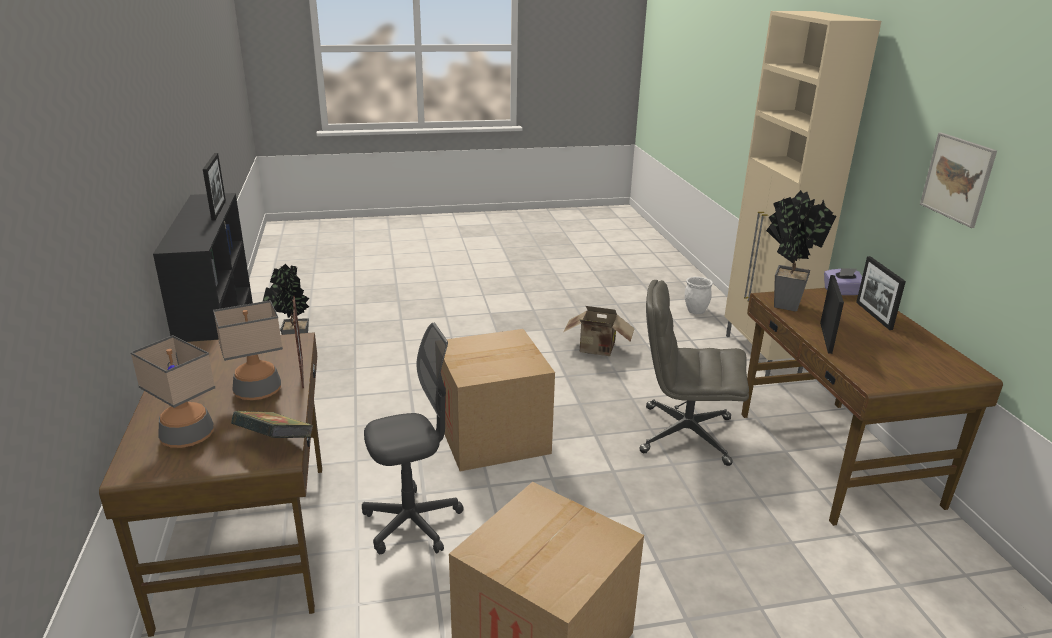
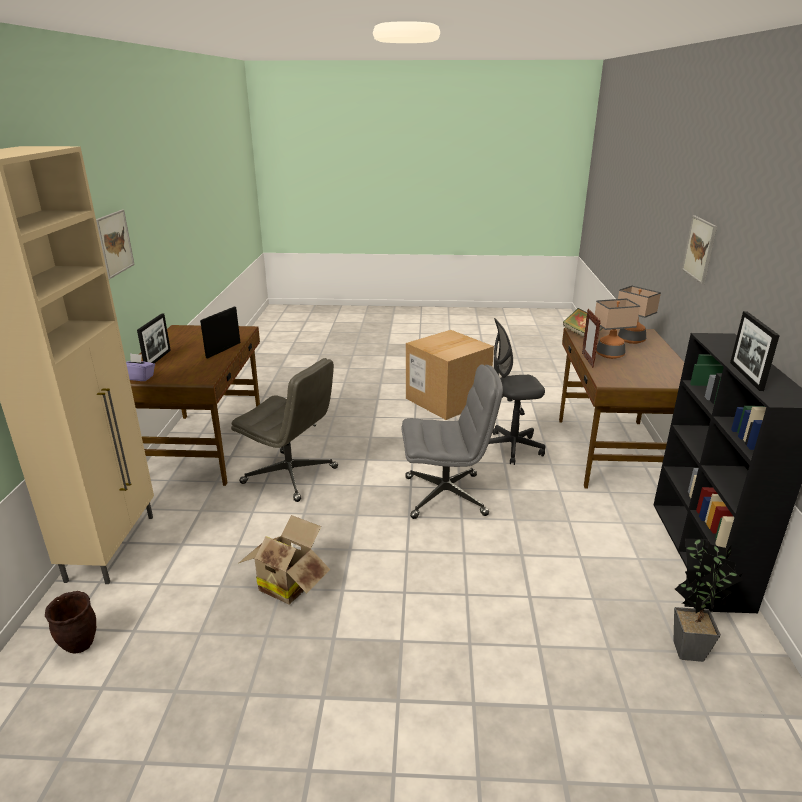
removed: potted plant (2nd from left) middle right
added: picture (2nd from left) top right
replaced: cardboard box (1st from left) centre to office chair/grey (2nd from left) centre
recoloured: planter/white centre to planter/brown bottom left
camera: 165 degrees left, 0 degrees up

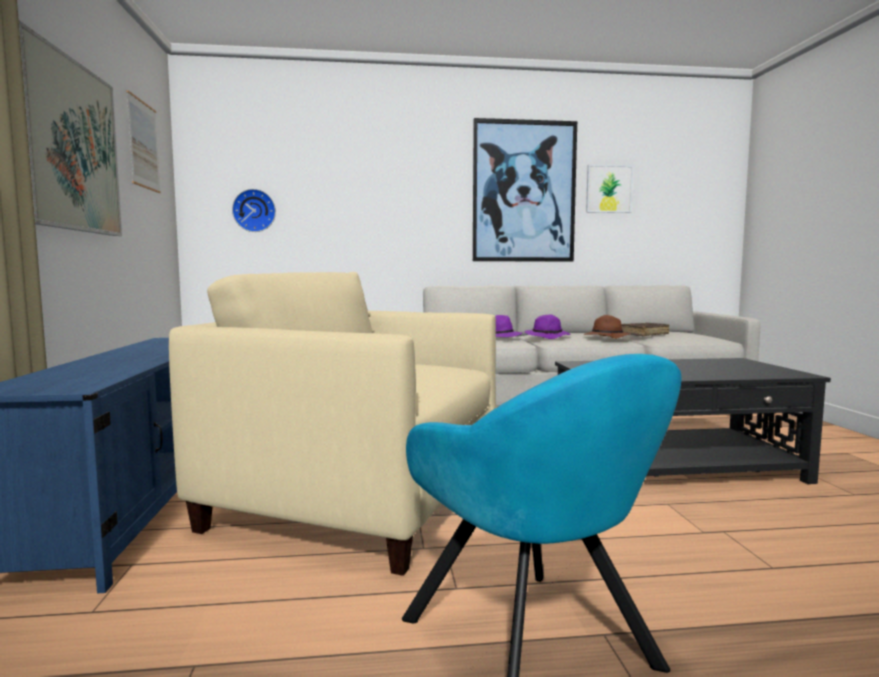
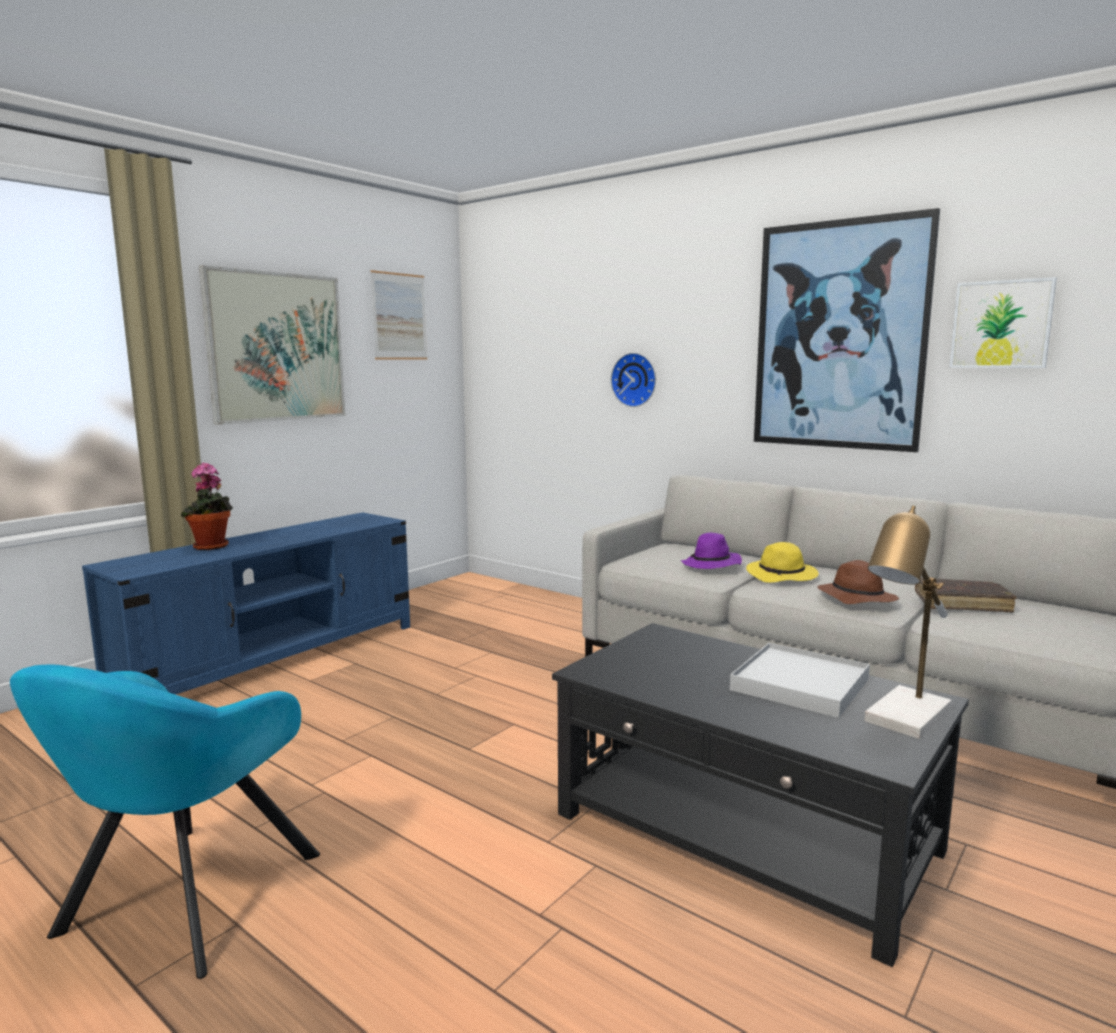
removed: armchair/beige centre
added: potted plant middle left; tray/white middle right; table lamp middle right
moved: wall clock top left to centre
recoloured: hat/purple (2nd from left) centre to hat/yellow middle right
camera: 45 degrees right, 5 degrees up

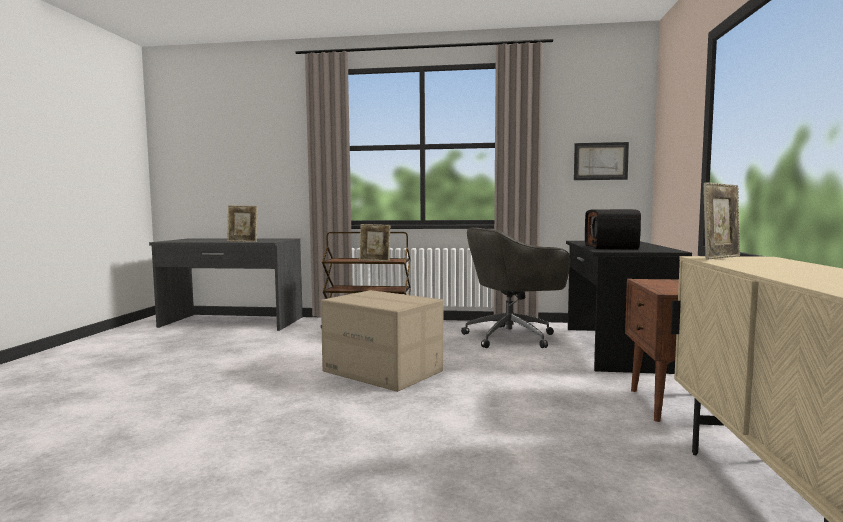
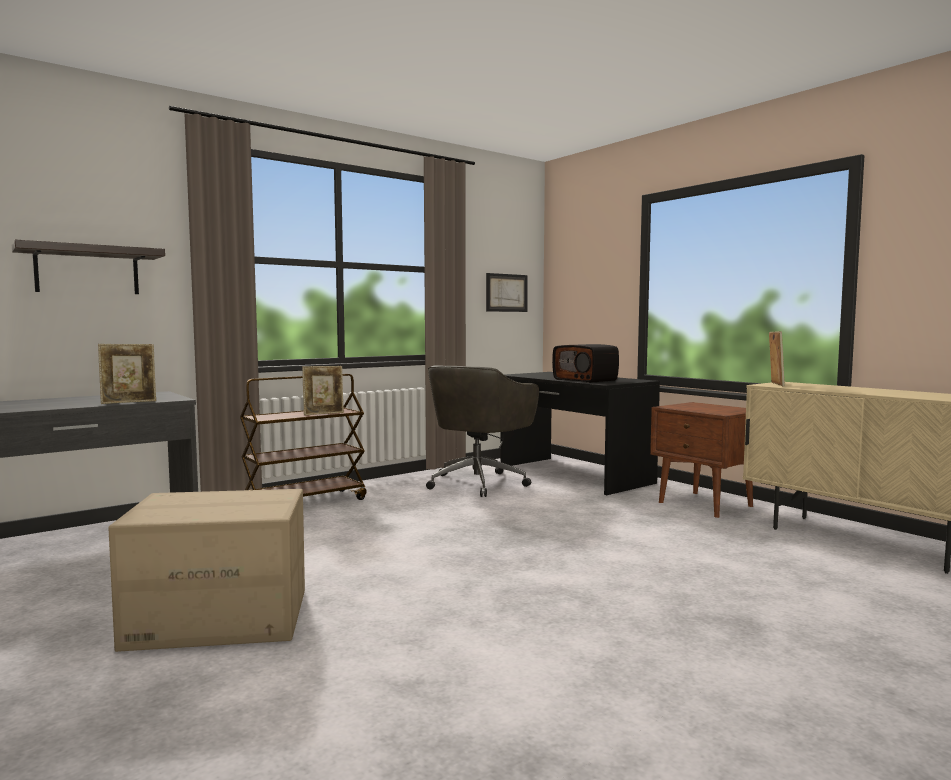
added: shelf middle left
moved: cardboard box centre to bottom left
camera: 45 degrees left, 0 degrees up

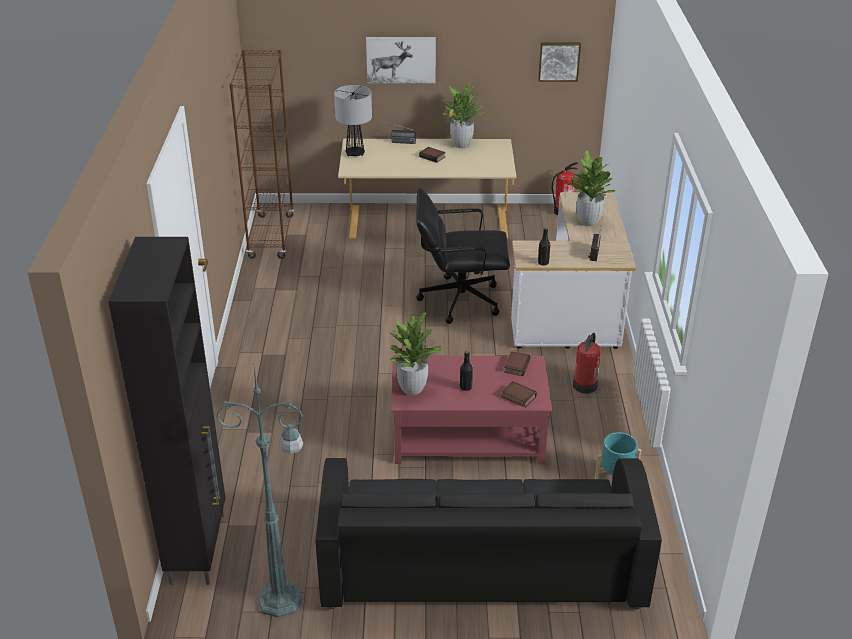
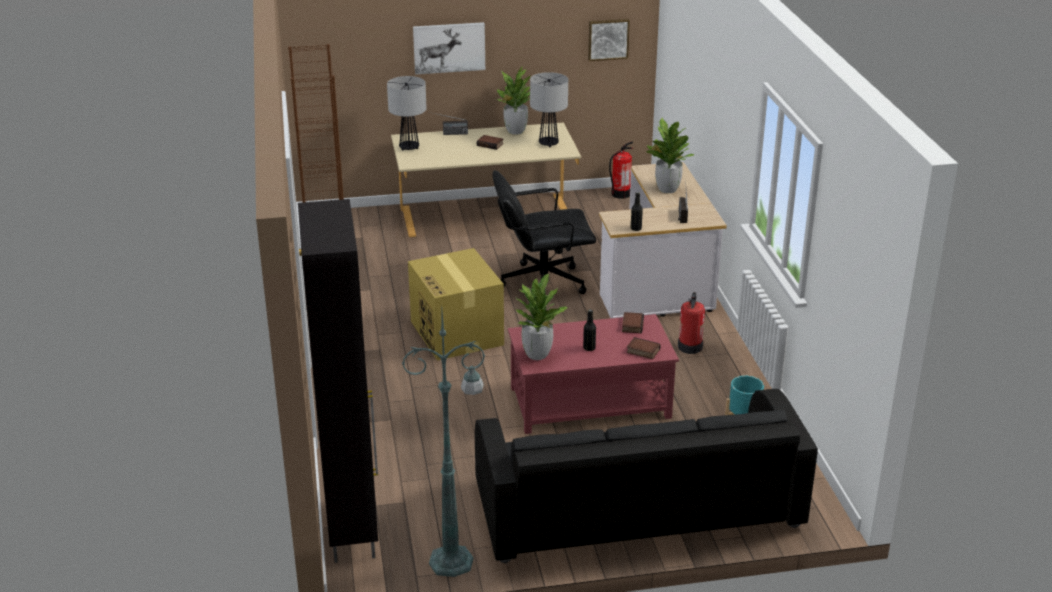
added: cardboard box centre; table lamp (2nd from left) top centre
camera: 10 degrees left, 5 degrees down

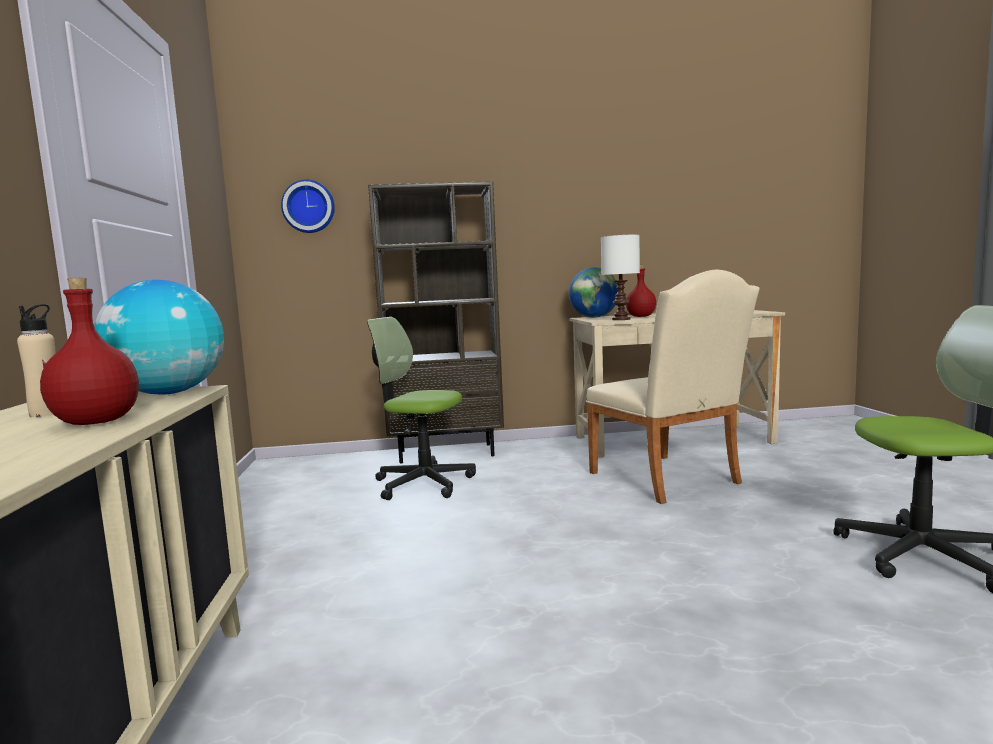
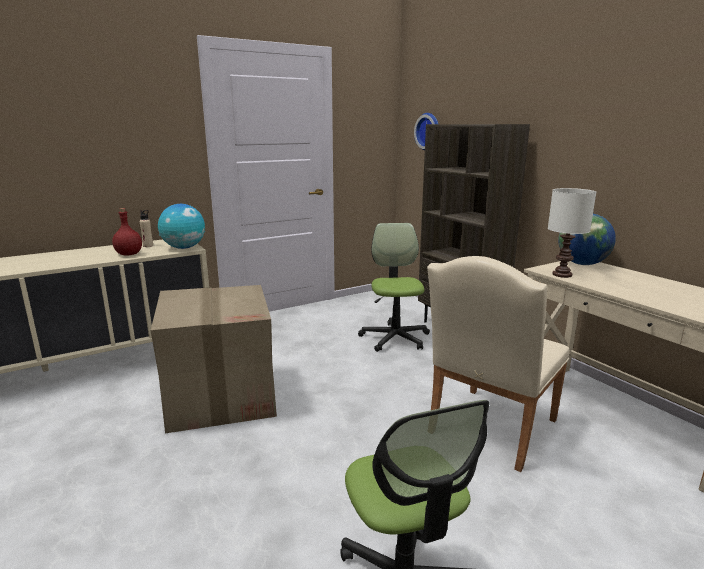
removed: bottle/red (2nd from left) centre
added: cardboard box middle left
camera: 65 degrees right, 10 degrees up

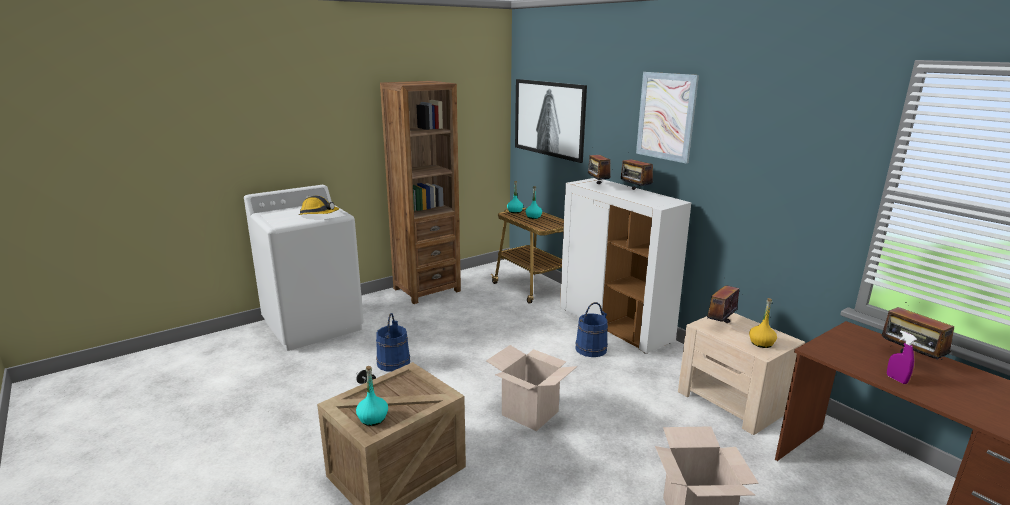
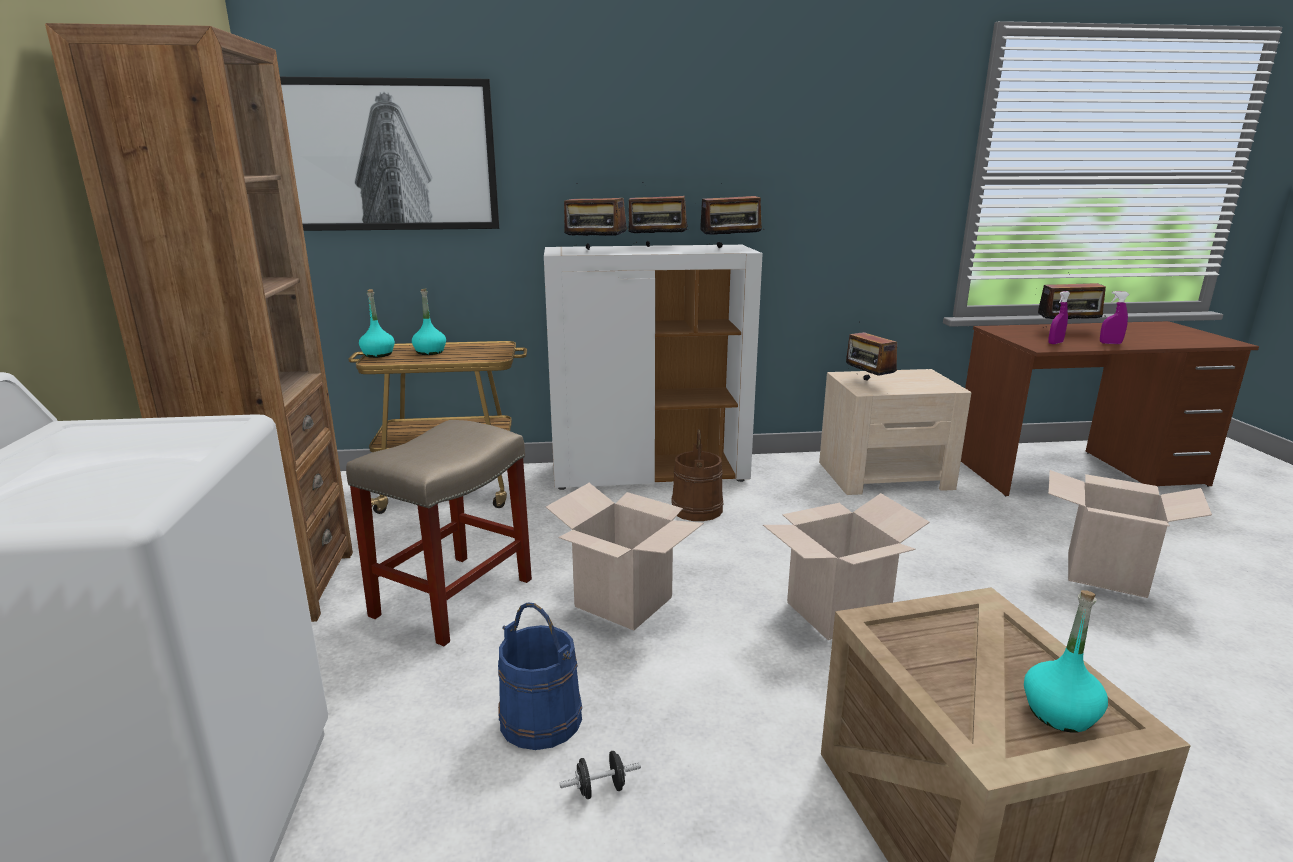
removed: hard hat middle left; picture (2nd from left) top centre; bottle/yellow middle right
added: stool/beige centre; cardboard box (1st from left) centre; radio (3rd from left) top centre; spray bottle/purple (1st from left) middle right
recoloured: bucket/blue (2nd from left) centre to bucket/brown centre
camera: 60 degrees left, 0 degrees up

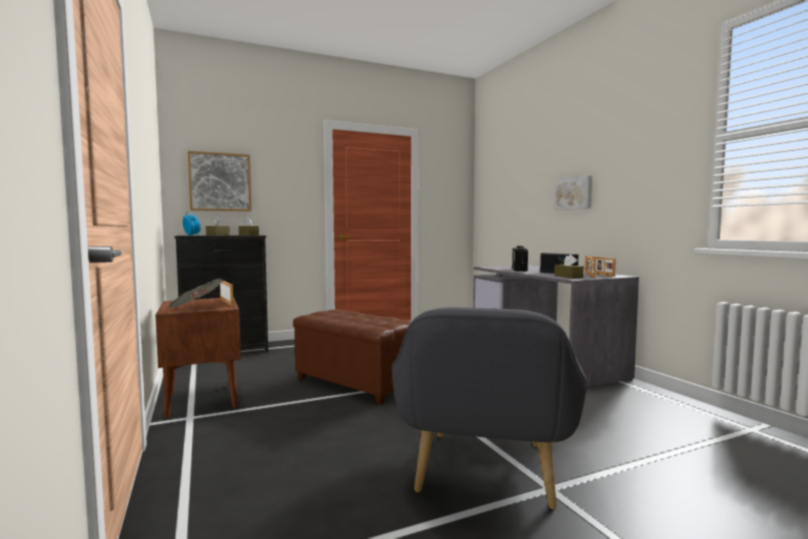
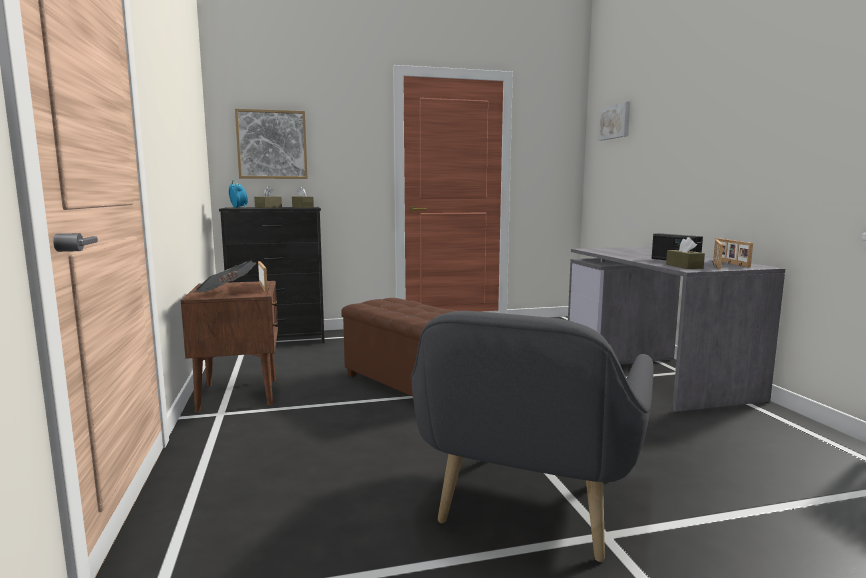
removed: radio (1st from left) centre
moved: picture (2nd from left) middle right to top right
camera: 10 degrees right, 5 degrees up

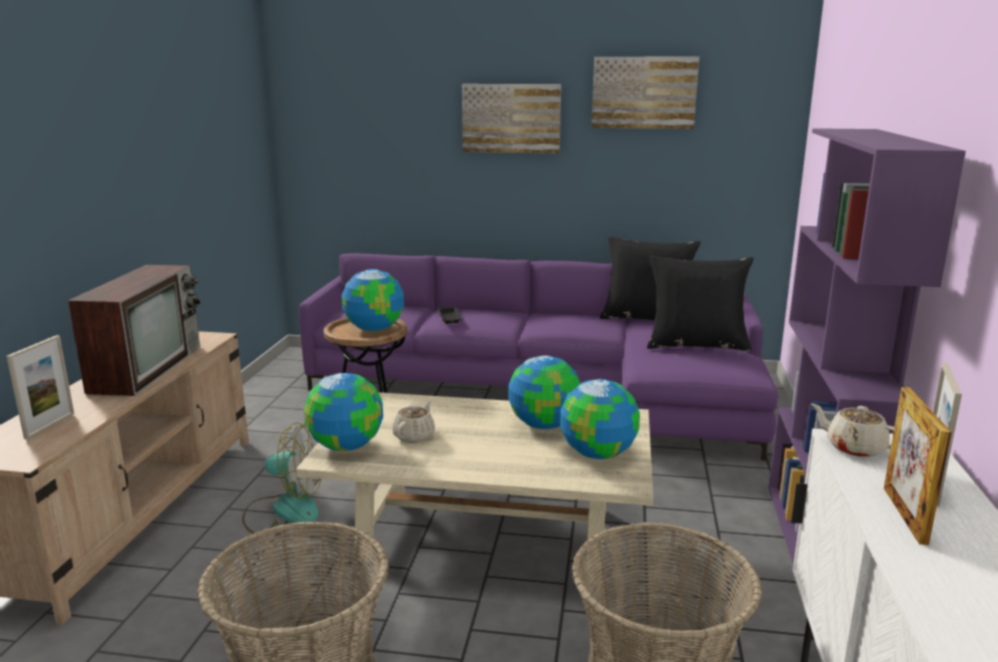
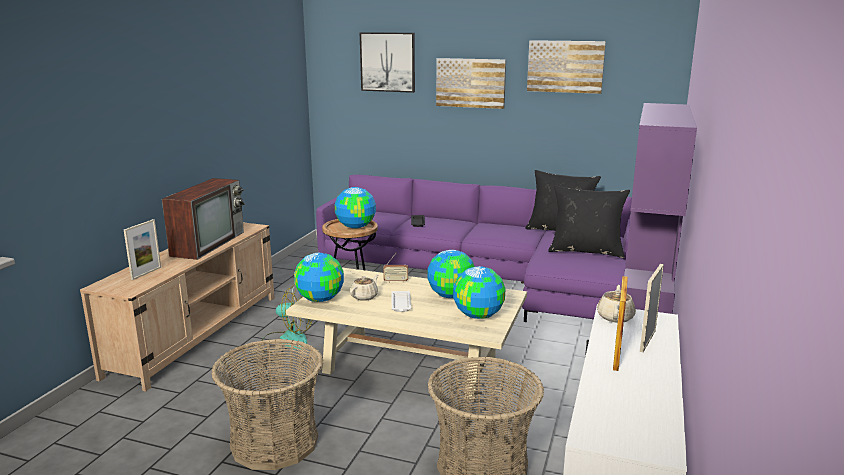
added: picture (1st from left) top centre; radio centre; tray/white centre
turned: teapot/beige (2nd from left) middle right = middle right 60 degrees clockwise
camera: 10 degrees right, 0 degrees up

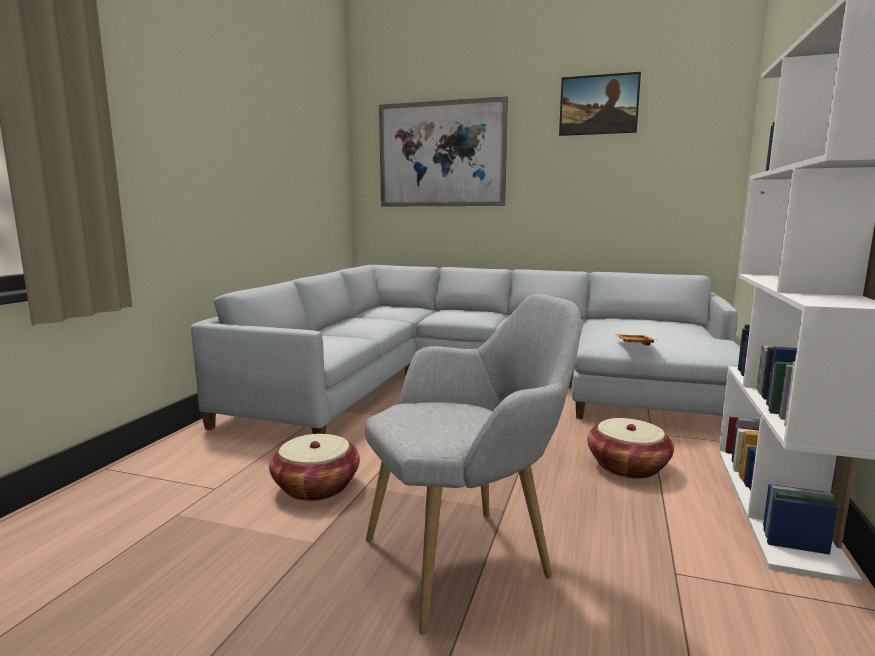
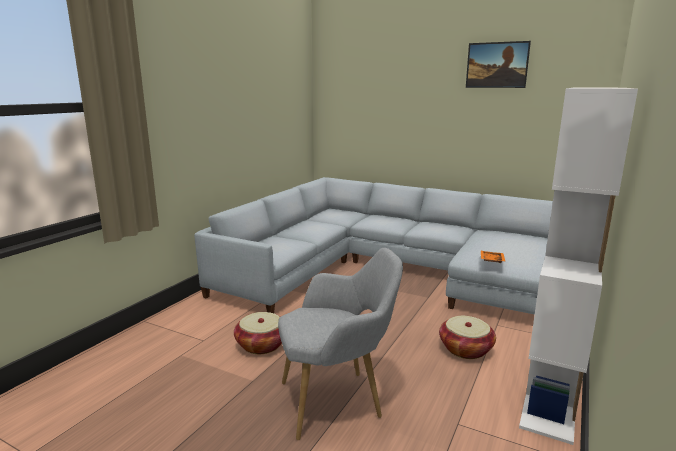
removed: picture (1st from left) top centre
camera: 10 degrees right, 5 degrees up

